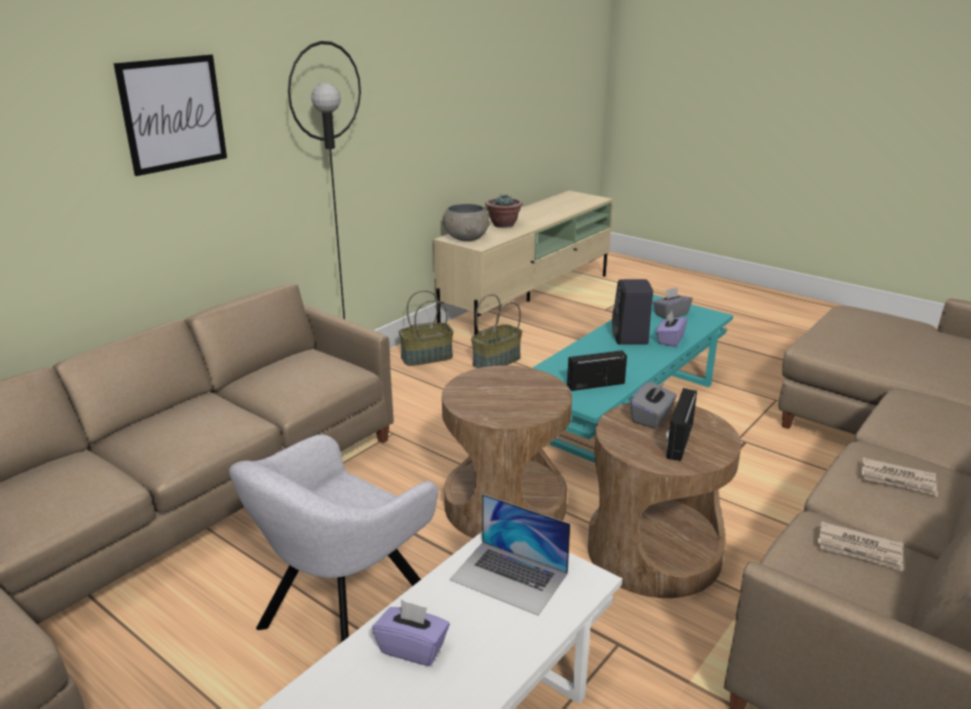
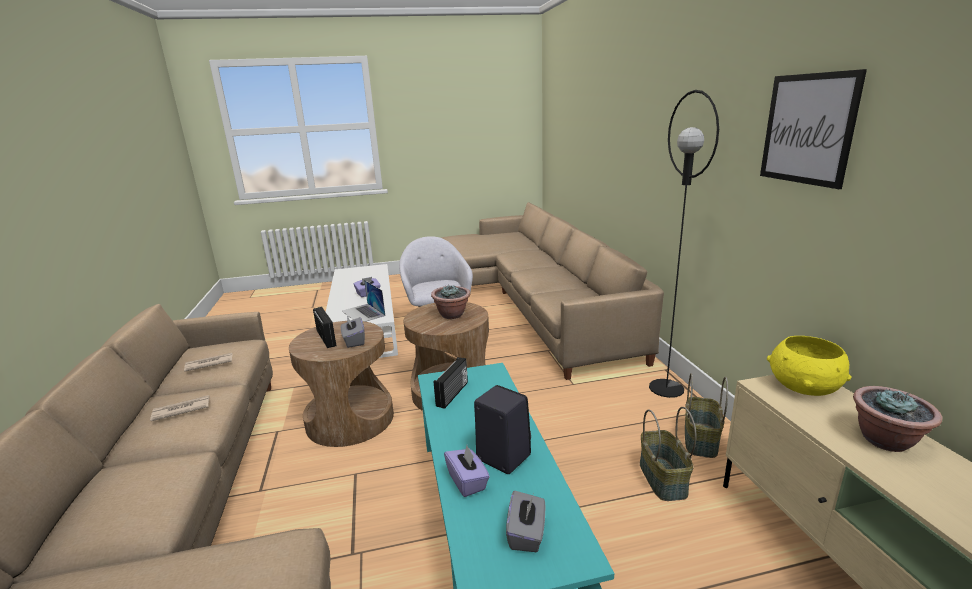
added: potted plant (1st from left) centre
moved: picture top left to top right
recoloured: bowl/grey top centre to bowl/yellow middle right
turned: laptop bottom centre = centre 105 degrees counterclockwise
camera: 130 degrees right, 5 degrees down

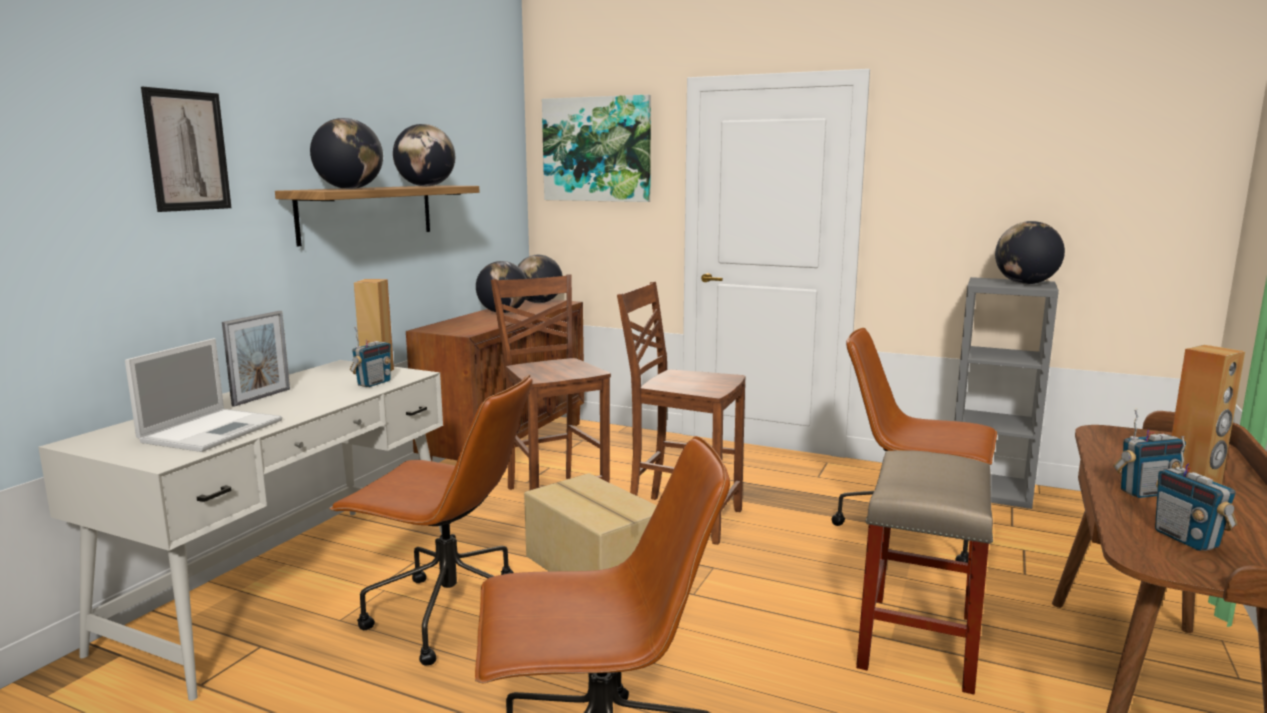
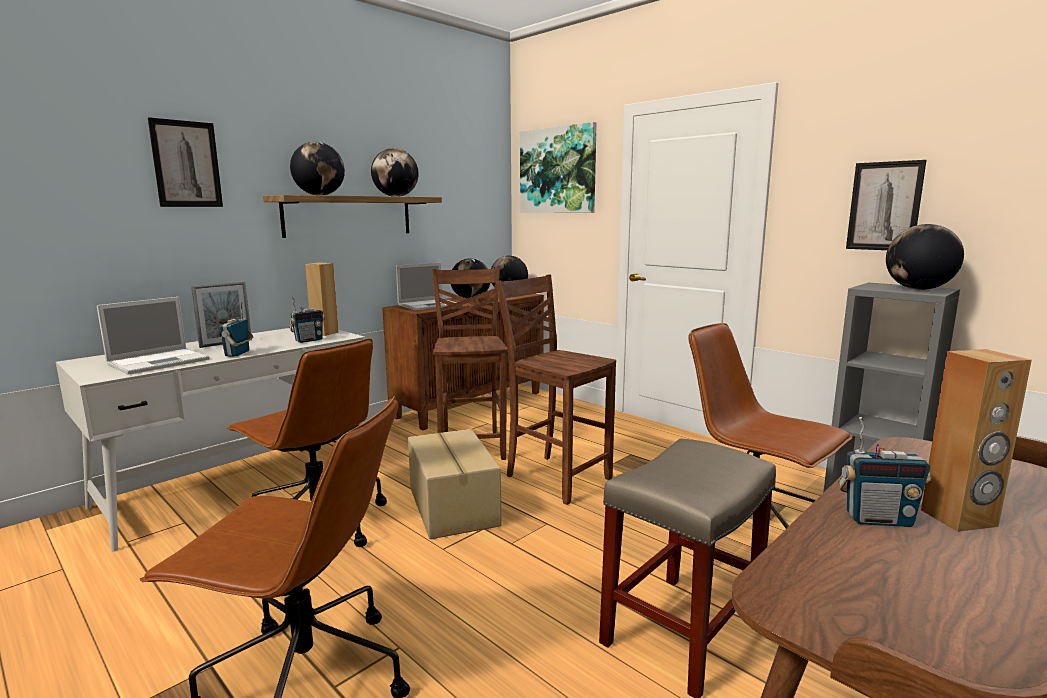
added: laptop (2nd from left) centre; picture (3rd from left) top right
moved: radio (3rd from left in the first image) bottom right to radio (1st from left) middle left
camera: 20 degrees right, 0 degrees up

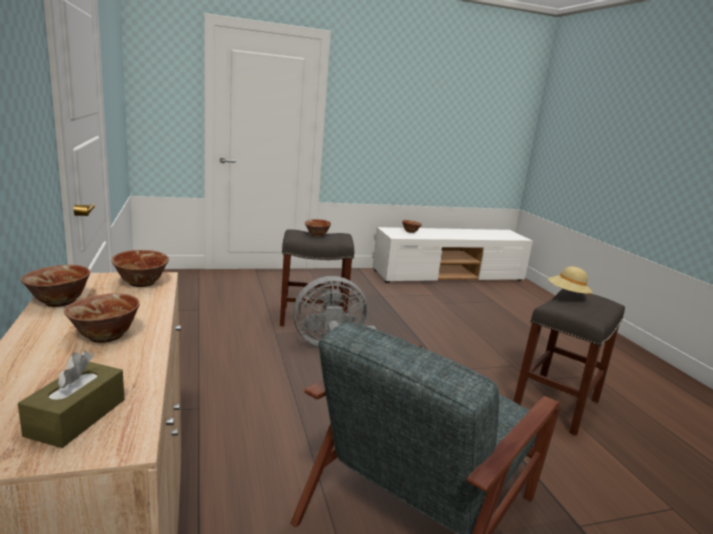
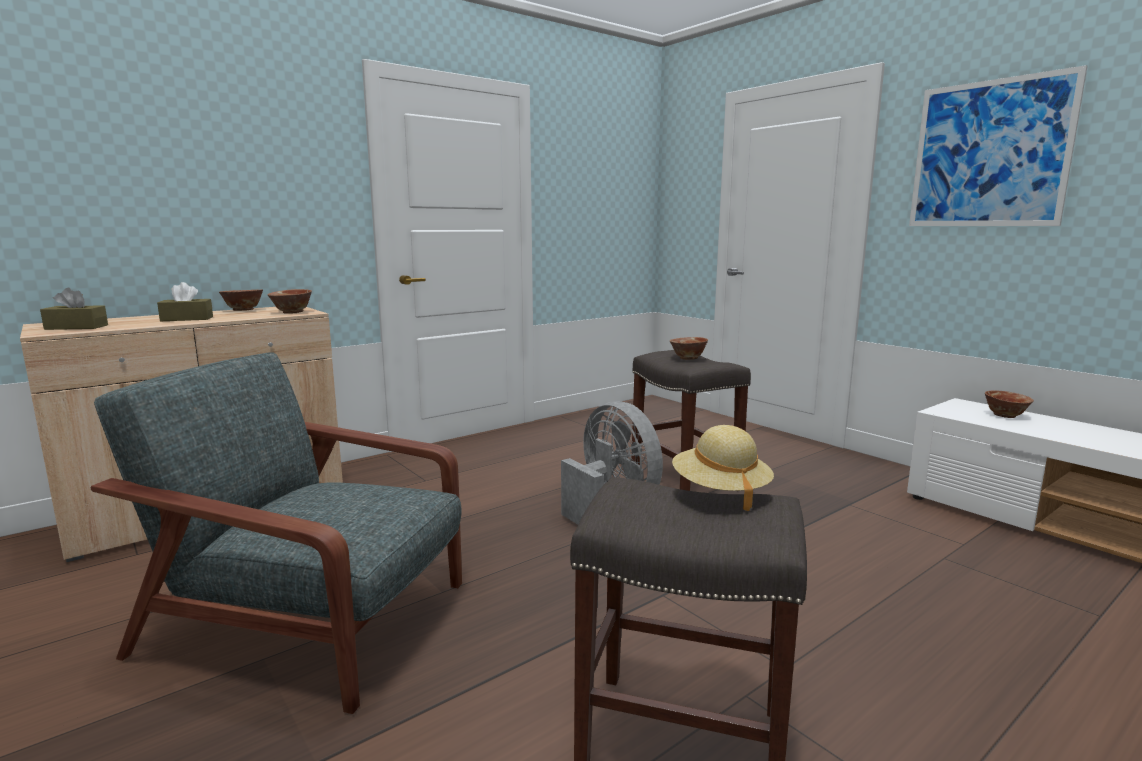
added: picture top right
replaced: bowl (2nd from left) middle left to tissue box/brown (2nd from left) middle left
camera: 70 degrees right, 5 degrees down

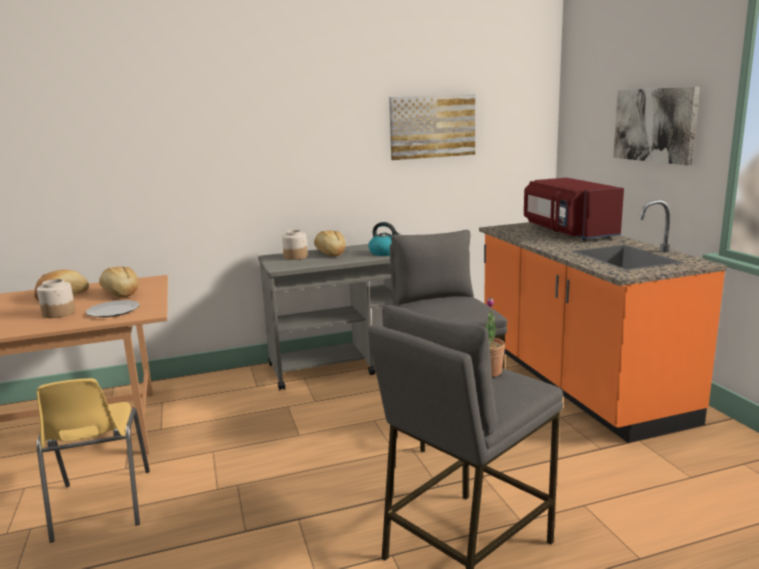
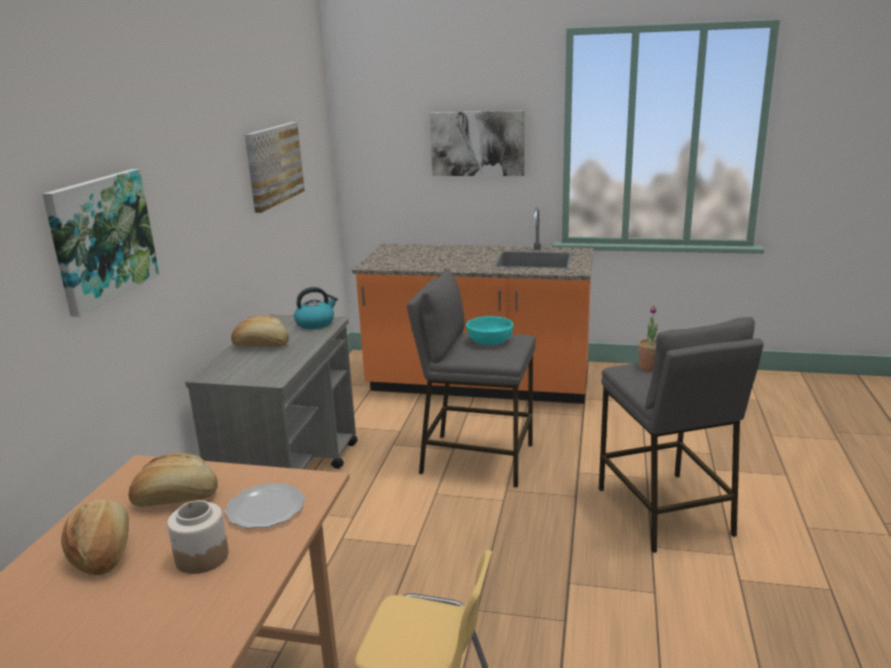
removed: jar (2nd from left) centre; microwave/red middle right
added: picture (1st from left) middle left; bowl/turquoise centre
camera: 60 degrees left, 5 degrees up

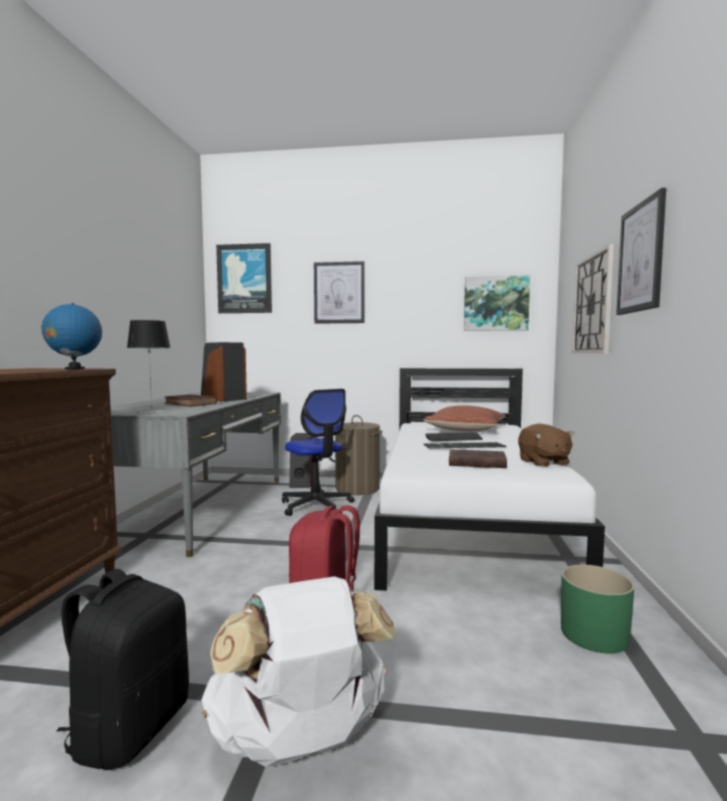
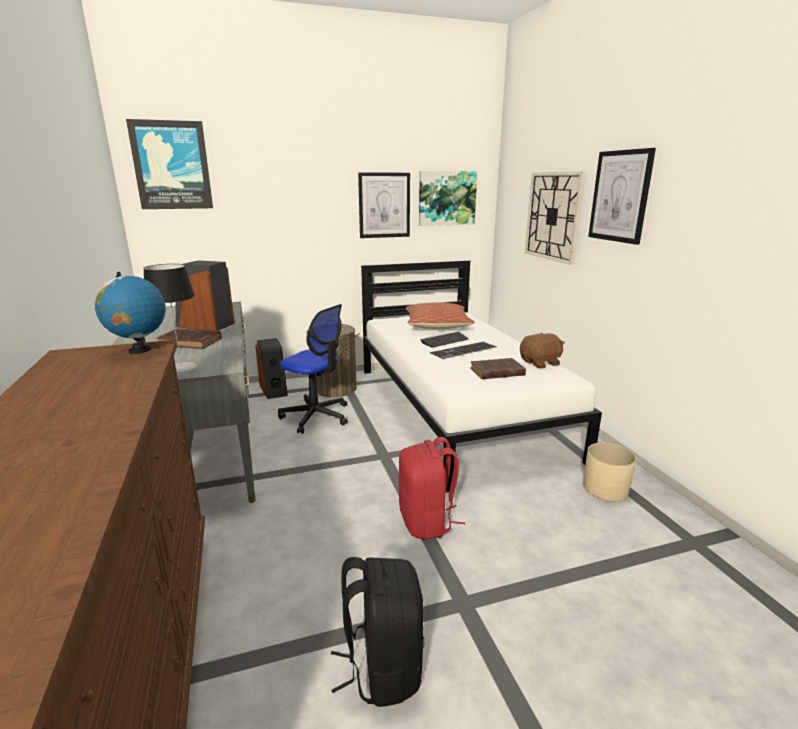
removed: backpack/white bottom centre
moved: picture (2nd from left) centre to top centre
recoloured: planter/green bottom right to planter/beige middle right
turned: plush toy/brown middle right = middle right 75 degrees counterclockwise
camera: 25 degrees left, 15 degrees up

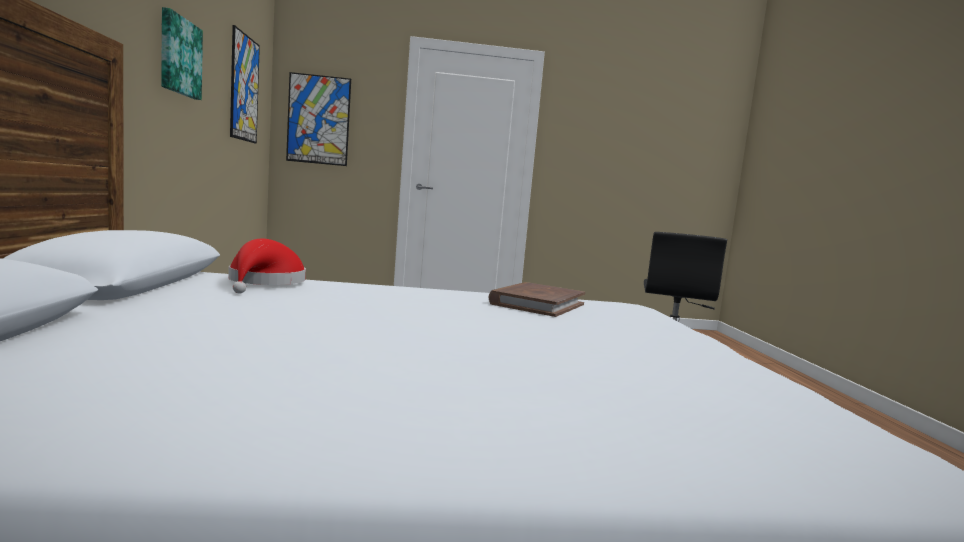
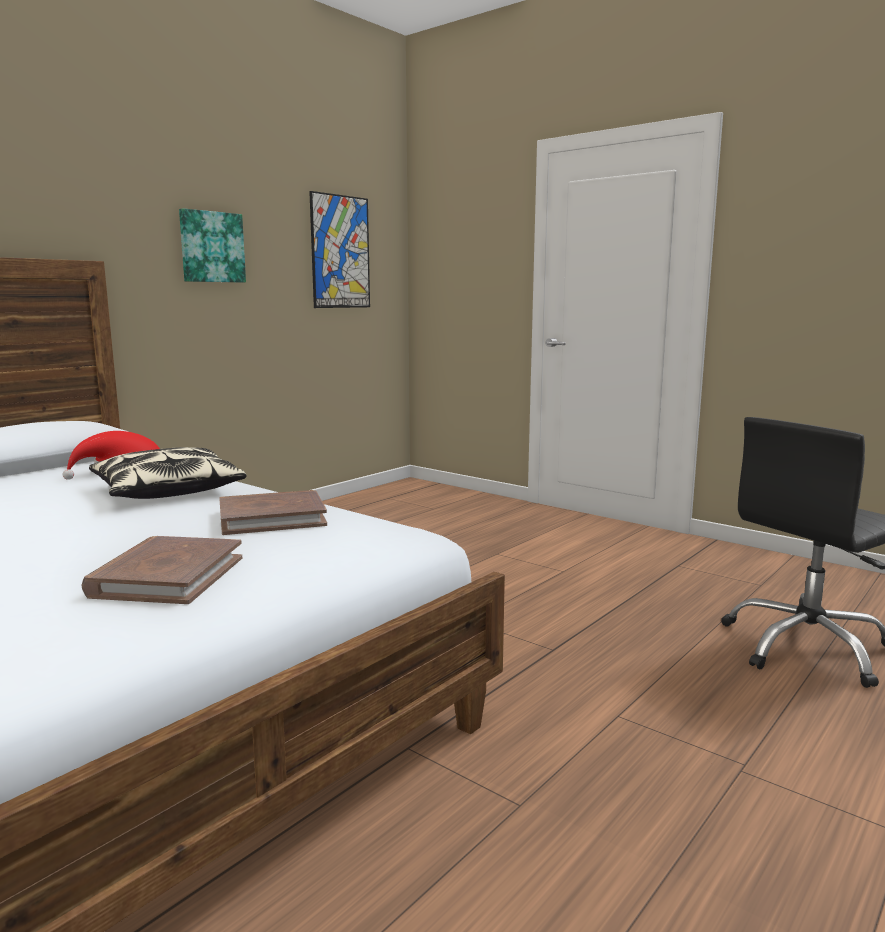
removed: picture (3rd from left) top left
added: book/brown (1st from left) middle left; pillow middle left
camera: 45 degrees right, 5 degrees up

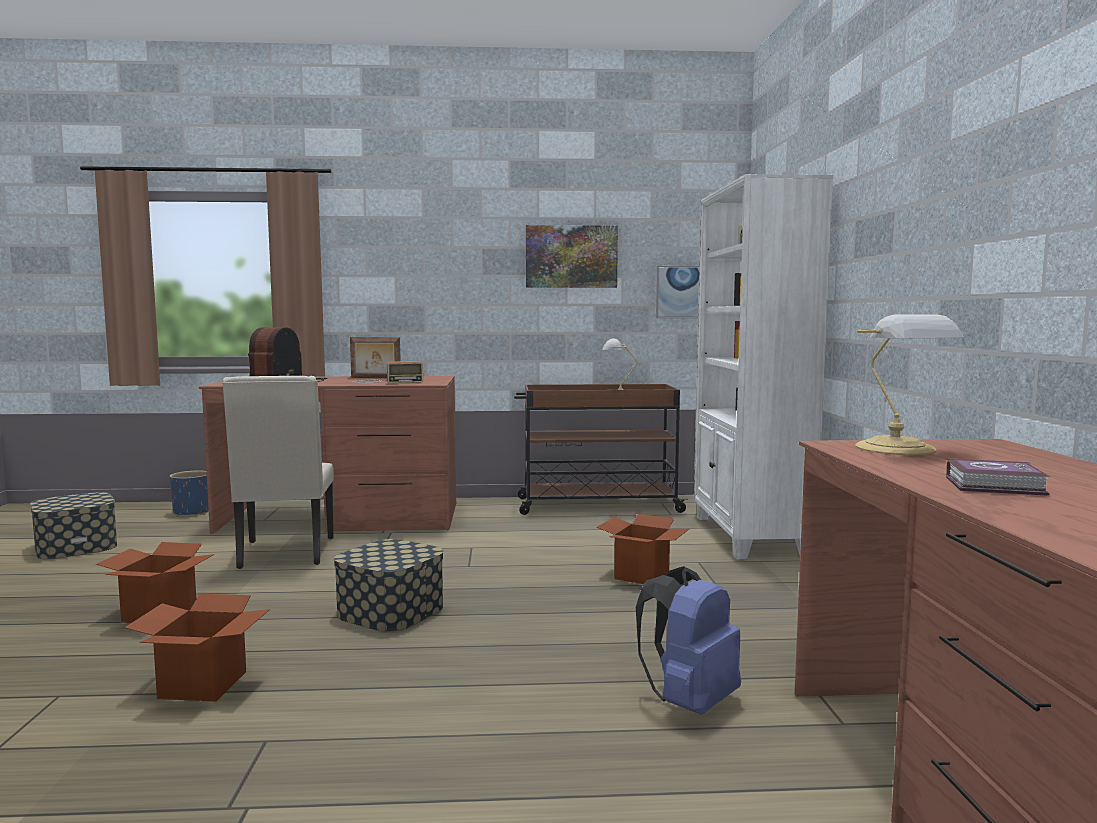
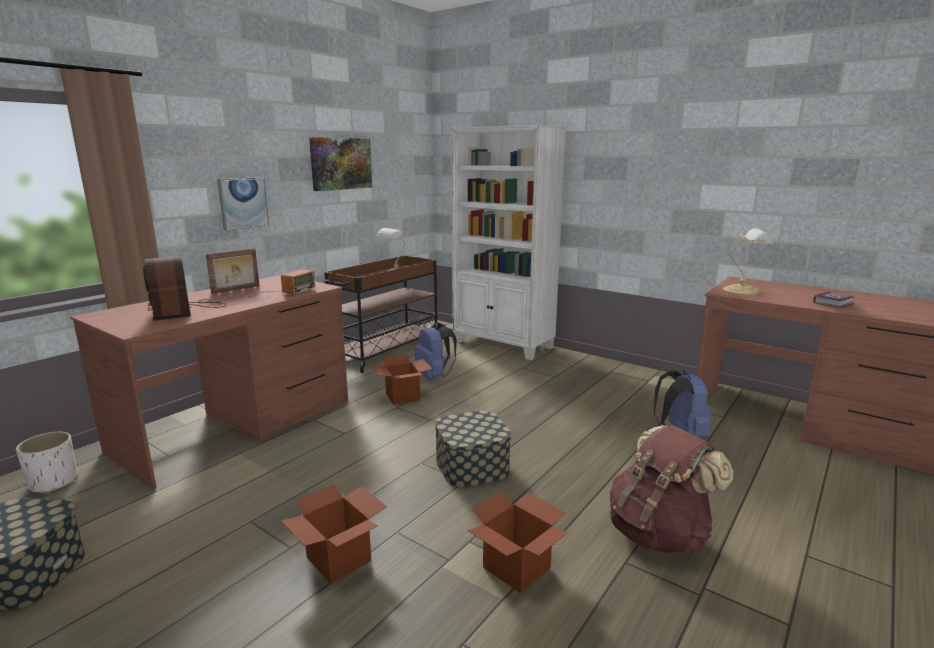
removed: chair/beige middle left
added: backpack/blue (1st from left) centre; backpack/brown bottom right
moved: picture (2nd from left in the first image) centre to picture (1st from left) top left; cardboard box (3rd from left in the first image) bottom centre to cardboard box (2nd from left) centre
recoloured: planter/blue middle left to planter/white bottom left
camera: 50 degrees left, 10 degrees up

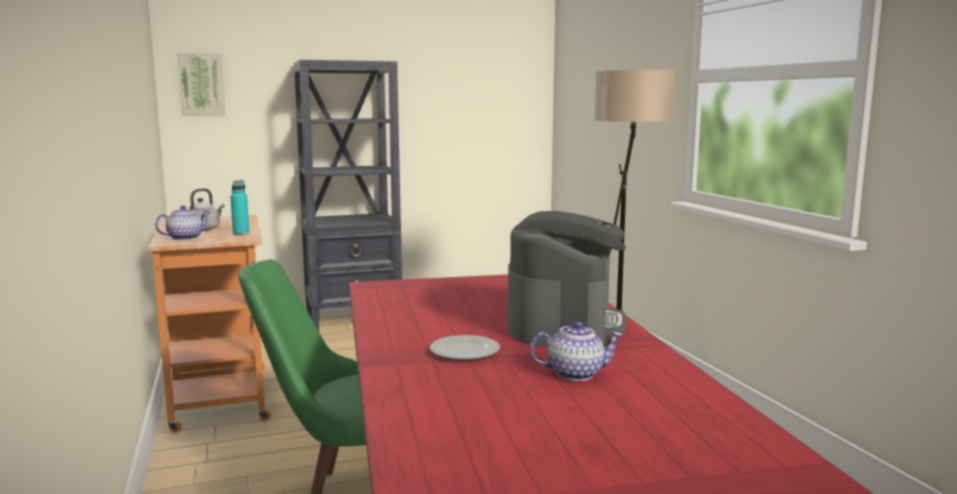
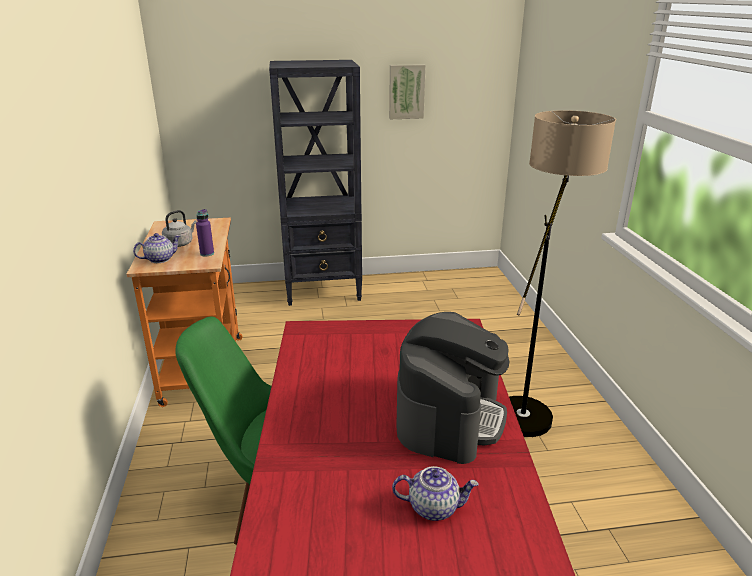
removed: plate bottom centre
moved: picture top left to top centre
recoloured: bottle/turquoise middle left to bottle/purple middle left
camera: 10 degrees right, 15 degrees up

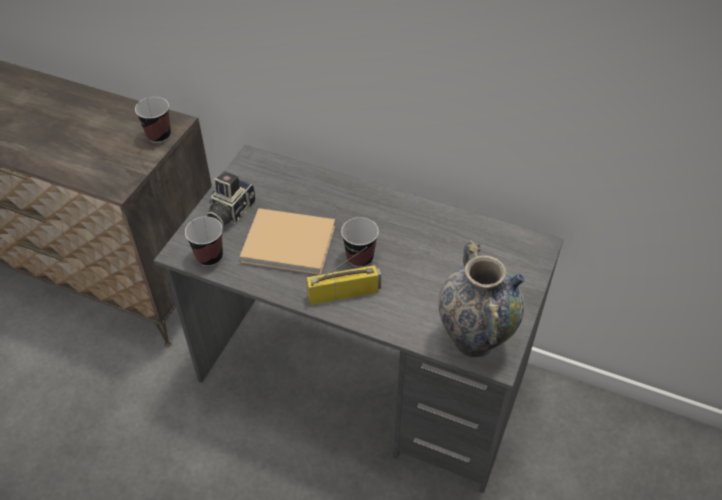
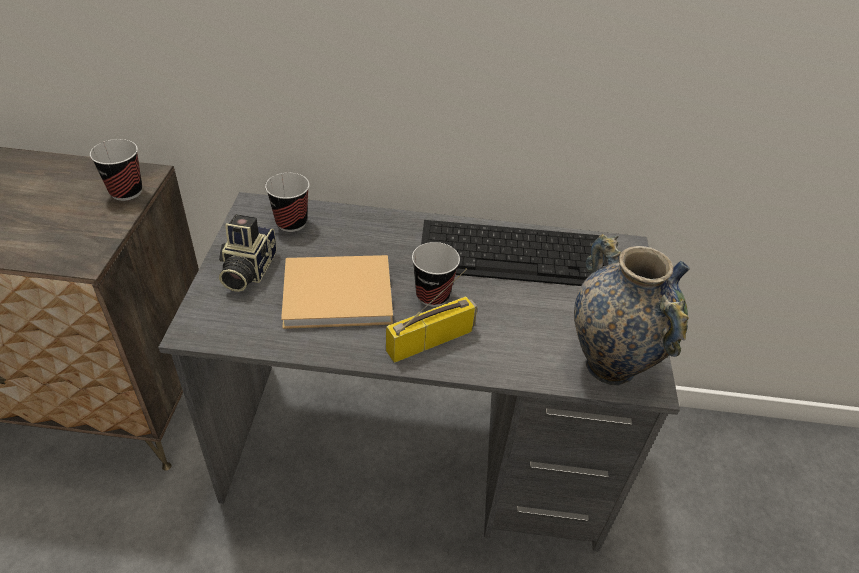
added: keyboard centre
moved: cup (2nd from left) middle left to centre
camera: 20 degrees left, 5 degrees down

